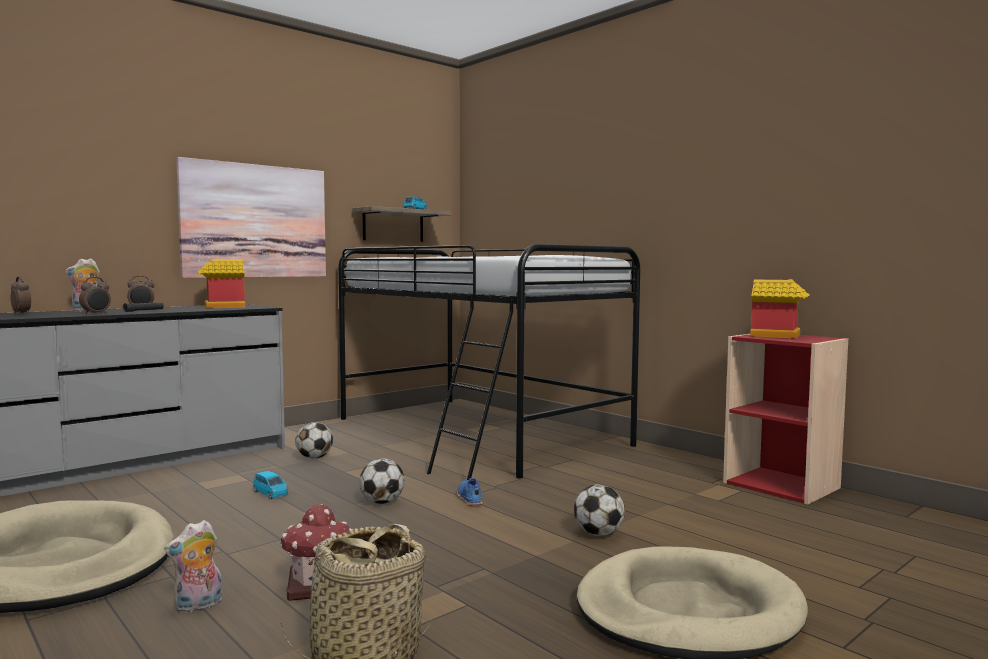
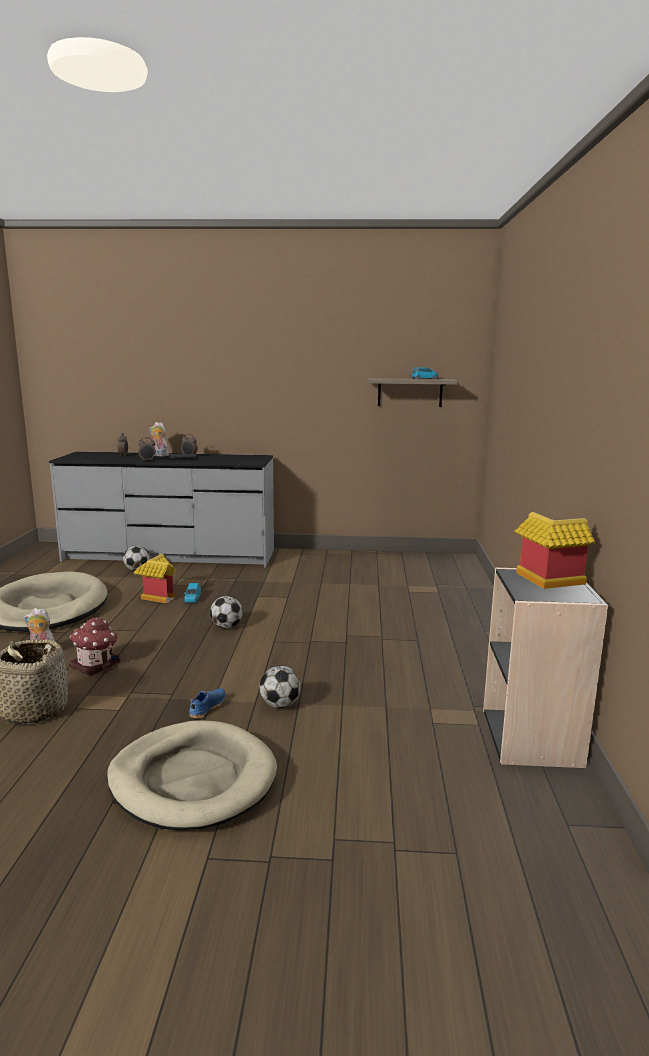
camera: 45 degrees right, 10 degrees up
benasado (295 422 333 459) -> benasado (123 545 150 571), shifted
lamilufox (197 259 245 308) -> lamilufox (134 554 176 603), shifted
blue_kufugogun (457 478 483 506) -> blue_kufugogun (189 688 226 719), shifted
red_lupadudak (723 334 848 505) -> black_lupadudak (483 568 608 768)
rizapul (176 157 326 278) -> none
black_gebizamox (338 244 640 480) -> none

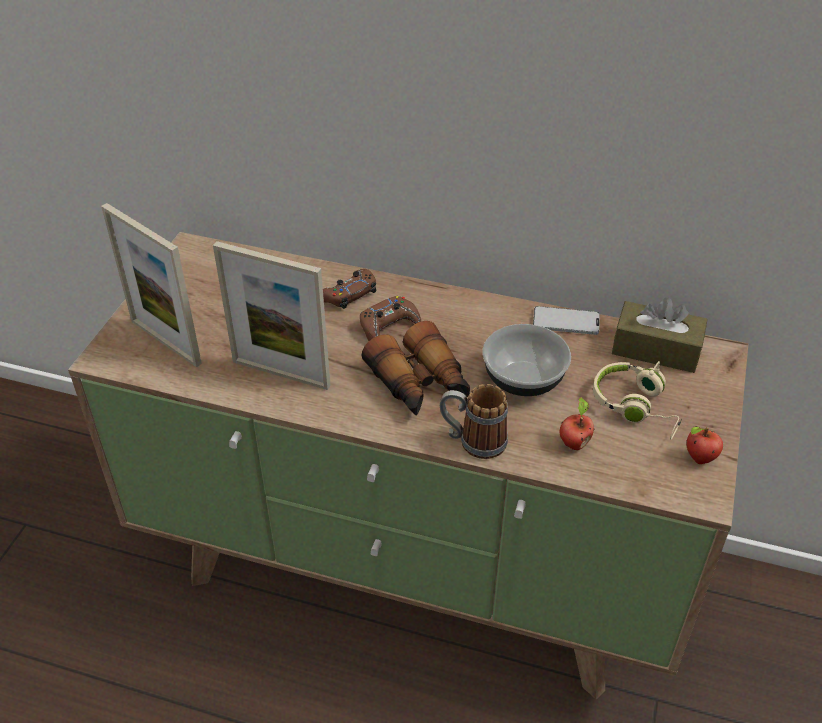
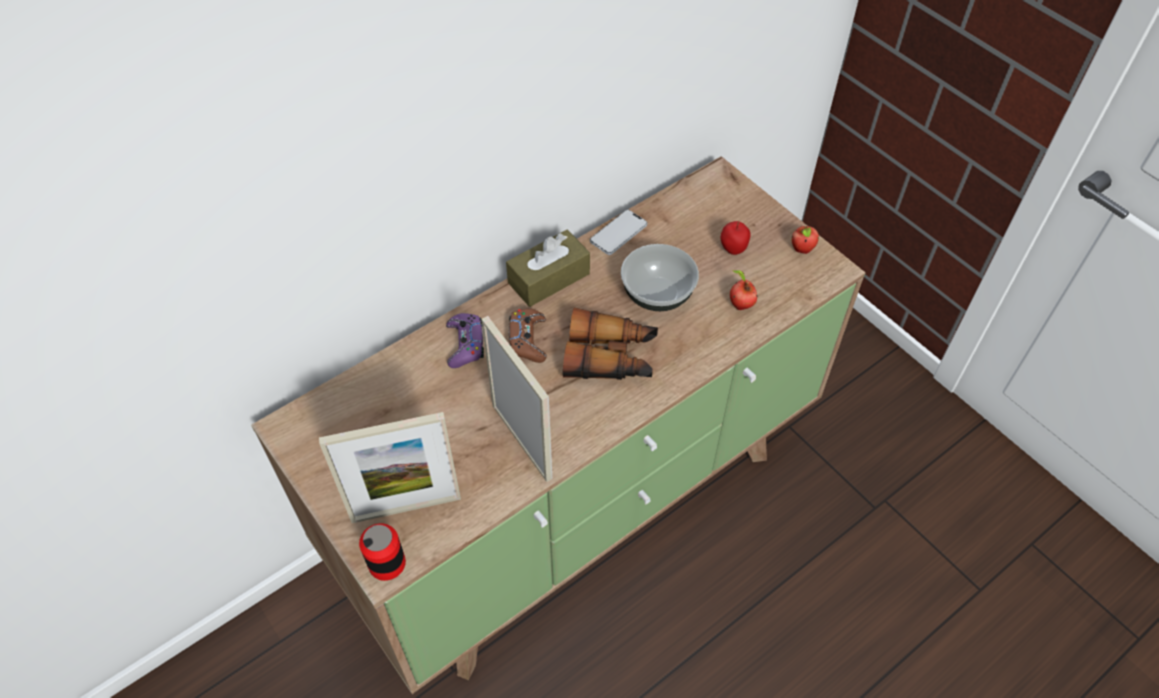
camera: 55 degrees left, 10 degrees up
none -> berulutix (359 523 406 581)
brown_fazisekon (323 269 376 309) -> purple_fazisekon (446 313 484 368)
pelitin (213 241 331 390) -> pelitin (482 316 552 482), 90 degrees counterclockwise
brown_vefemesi (612 297 708 373) -> brown_vefemesi (506 230 590 307), shifted
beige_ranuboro (593 361 682 440) -> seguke (721 221 751 255)
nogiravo (440 384 508 459) -> none

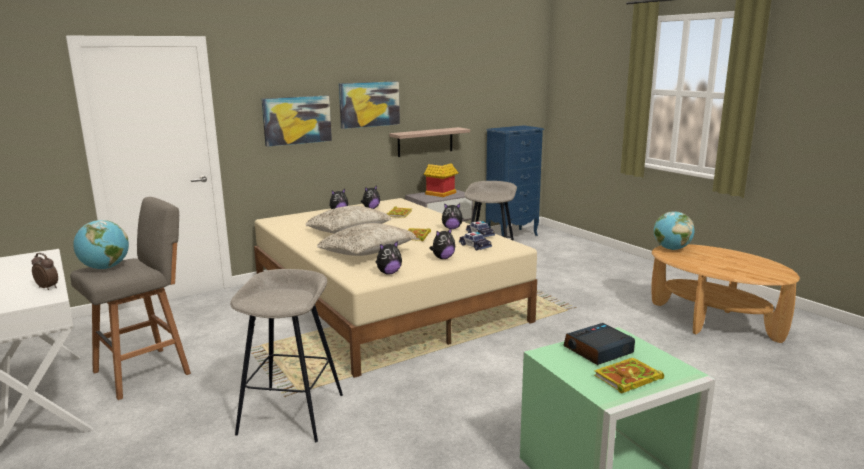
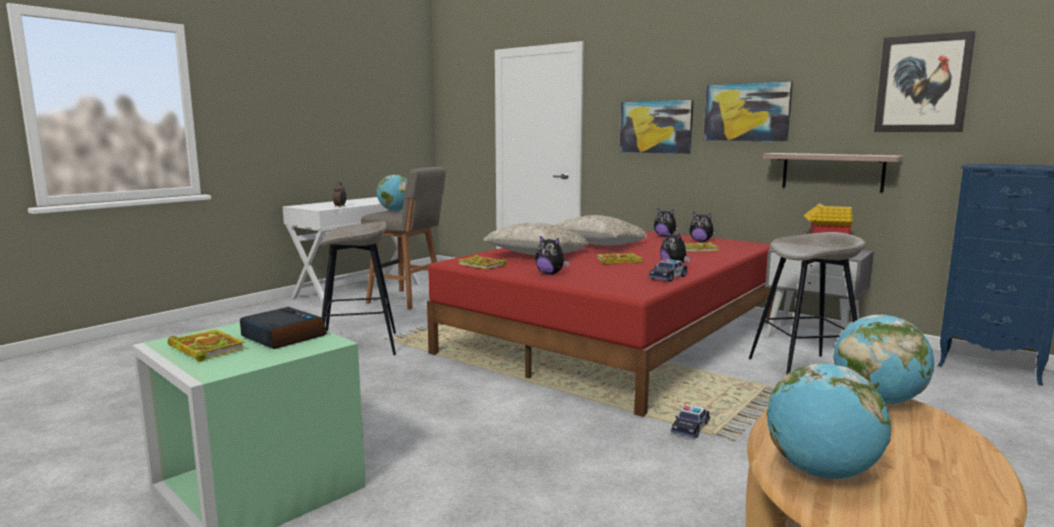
camera: 70 degrees right, 5 degrees down
beige_gebizamox (254 198 537 378) -> red_gebizamox (427 231 776 417)
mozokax (376 241 402 274) -> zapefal (458 255 507 269)
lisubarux (459 232 492 250) -> lisubarux (671 404 710 438), shifted
none -> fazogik (767 363 891 479)
none -> rizapul (874 31 976 132)

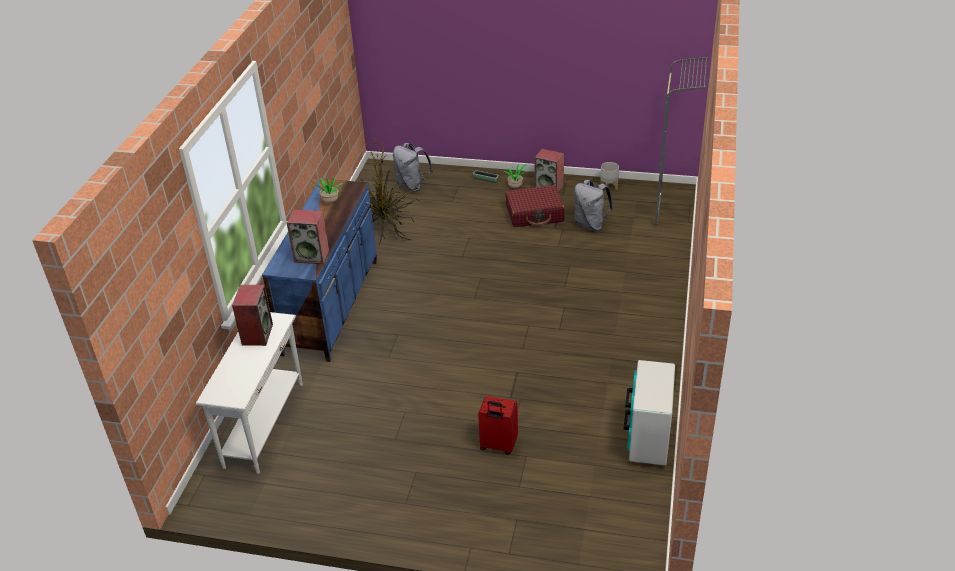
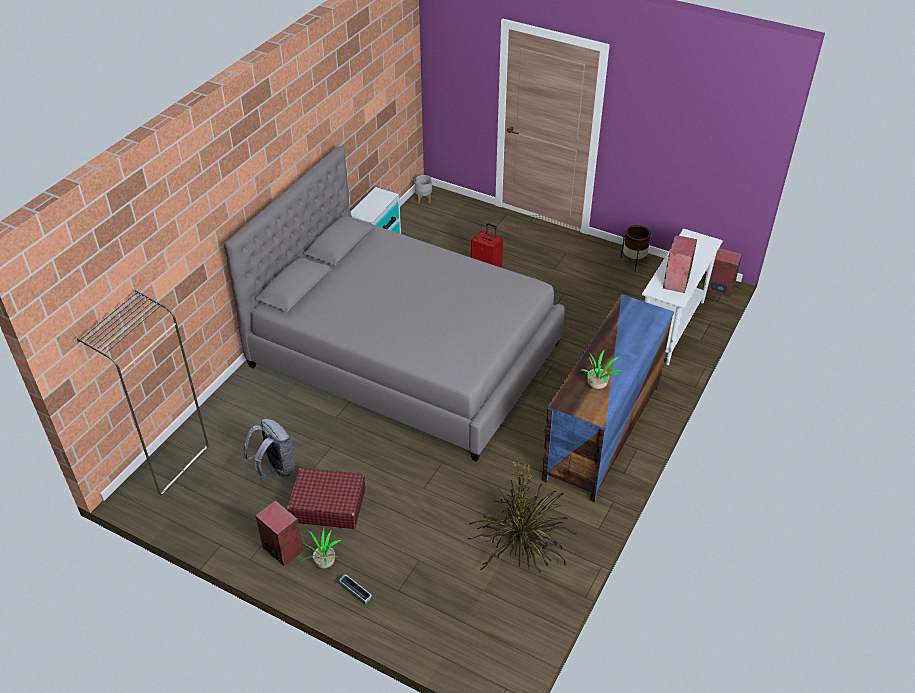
camera: 165 degrees left, 5 degrees up
none -> grey_gebizamox (224 146 565 462)
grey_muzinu (600 162 619 192) -> grey_muzinu (415 175 432 204), shifted
none -> brown_muzinu (621 225 651 271)
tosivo (287 210 329 264) -> tosivo (707 248 742 297), shifted
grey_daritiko (393 143 433 191) -> none

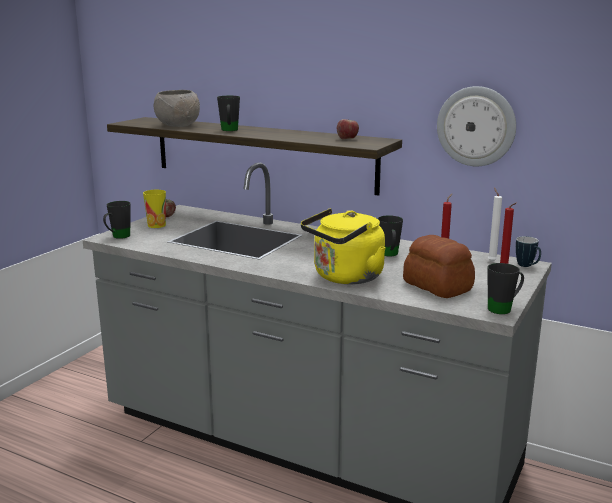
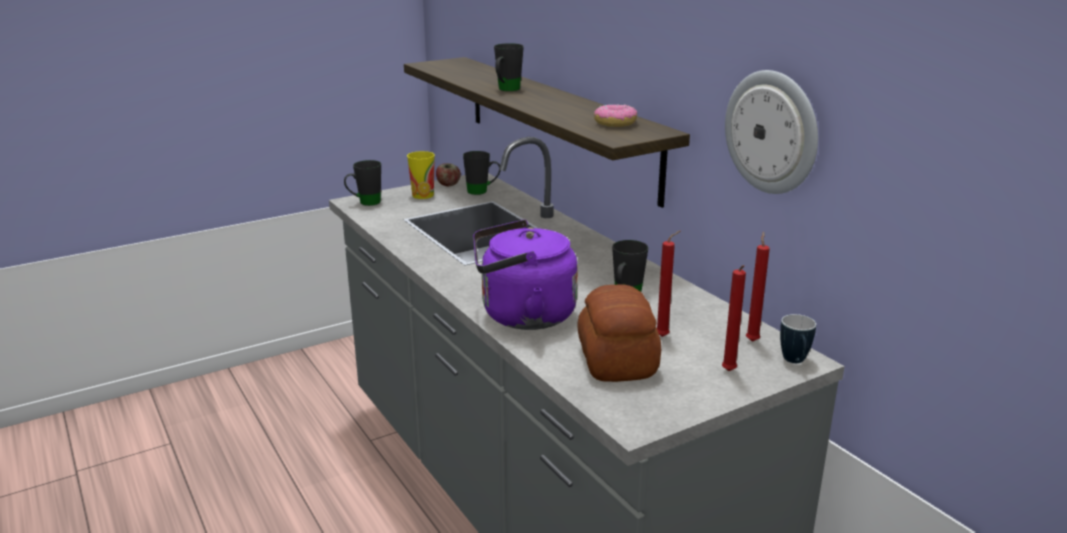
camera: 30 degrees right, 5 degrees up
black_nogiravo (488 263 524 314) -> black_nogiravo (463 151 501 195), shifted
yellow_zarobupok (301 208 386 285) -> purple_zarobupok (473 220 578 330)
seguke (337 119 359 139) -> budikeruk (594 105 638 127)
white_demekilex (488 187 502 262) -> red_demekilex (746 232 770 342)
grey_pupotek (153 90 200 127) -> none

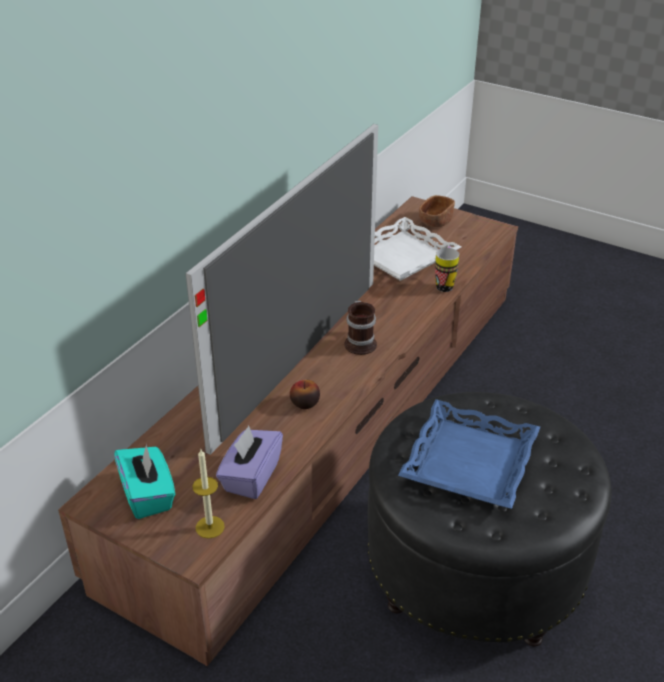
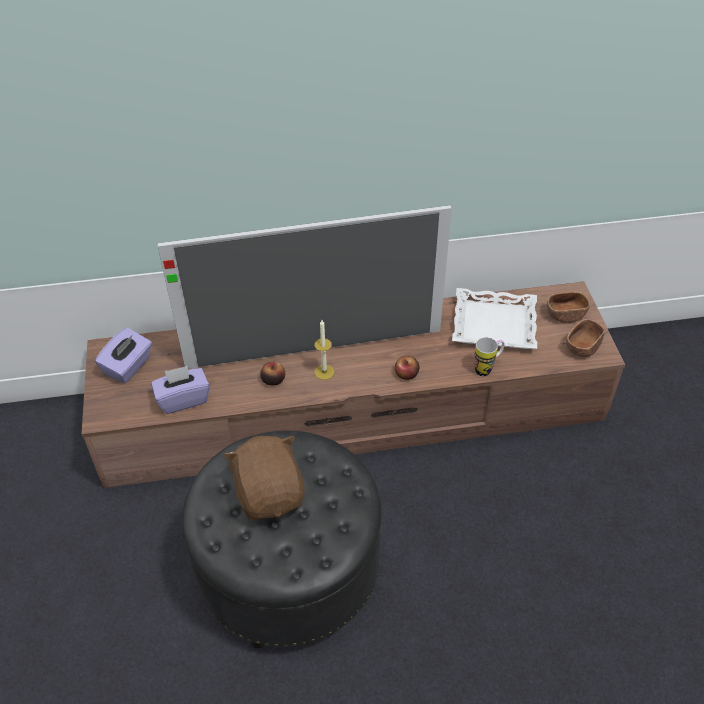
camera: 50 degrees right, 10 degrees up
turquoise_vefemesi (114 444 175 519) -> purple_vefemesi (95 327 152 383)
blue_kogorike (398 399 540 509) -> brown_mozokax (223 436 305 520)
demekilex (192 449 225 539) -> demekilex (314 320 334 380), shifted
none -> seguke (395 356 419 380)
none -> brown_pupotek (566 319 605 357)
nogiravo (344 301 377 355) -> none

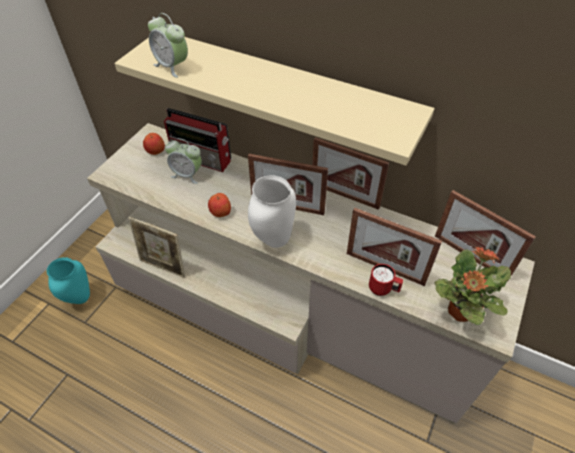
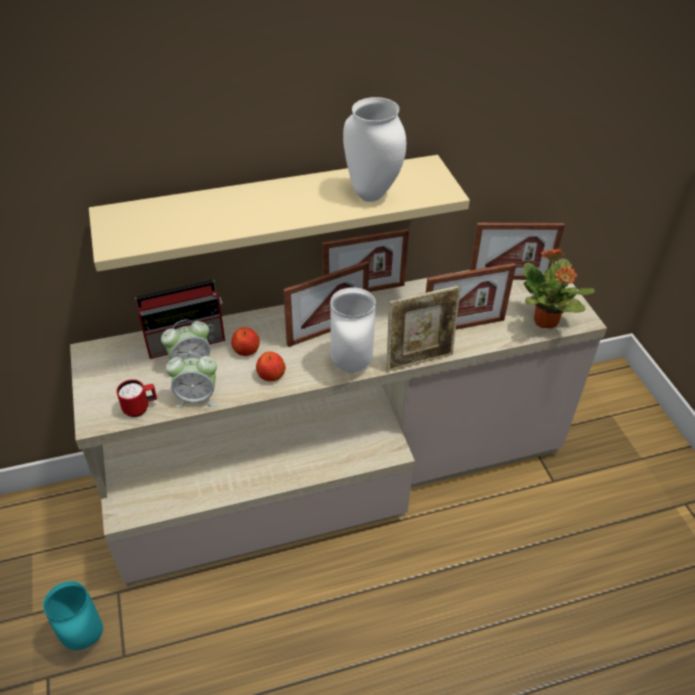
camera: 45 degrees left, 5 degrees down
red_nogiravo (369 264 403 296) -> red_nogiravo (116 379 157 417), shifted
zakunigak (148 13 188 78) -> zakunigak (166 353 217 408), shifted
seguke (143 133 165 155) -> seguke (231 327 260 356), shifted
none -> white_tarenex (343 97 406 202)
pelitin (128 217 185 278) -> pelitin (386 285 461 372), shifted

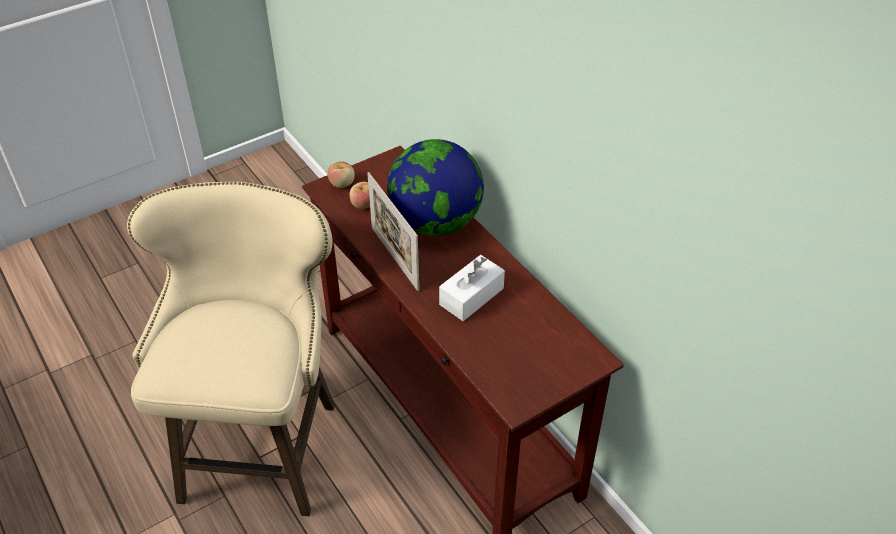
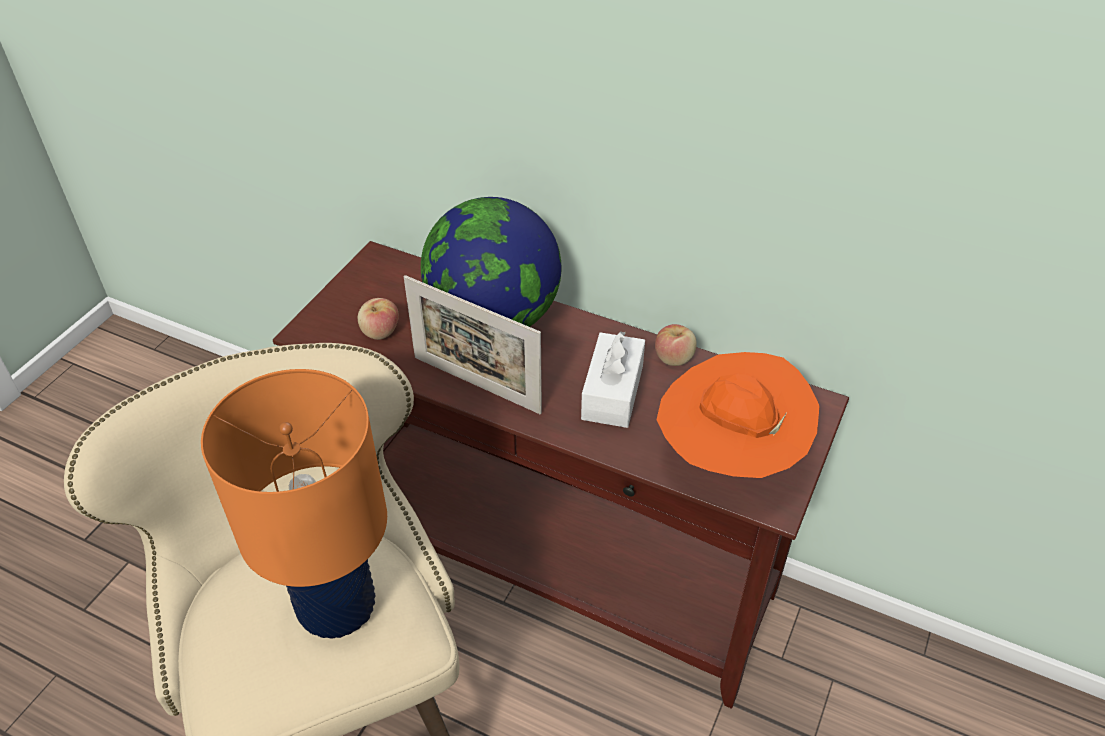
camera: 30 degrees left, 0 degrees up
none -> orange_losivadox (201 369 387 638)
seguke (327 162 355 188) -> seguke (655 324 697 366), shifted
none -> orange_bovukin (657 352 820 478)

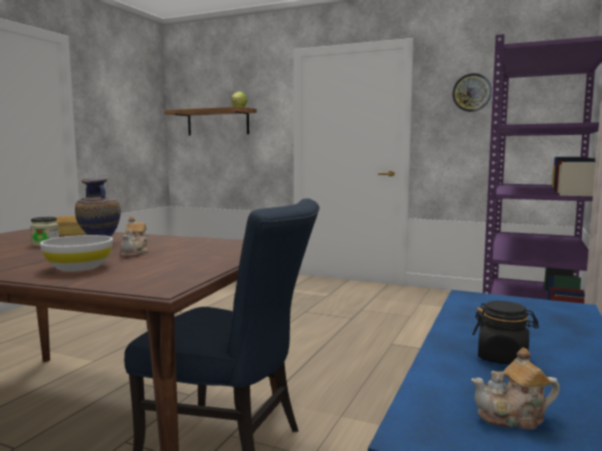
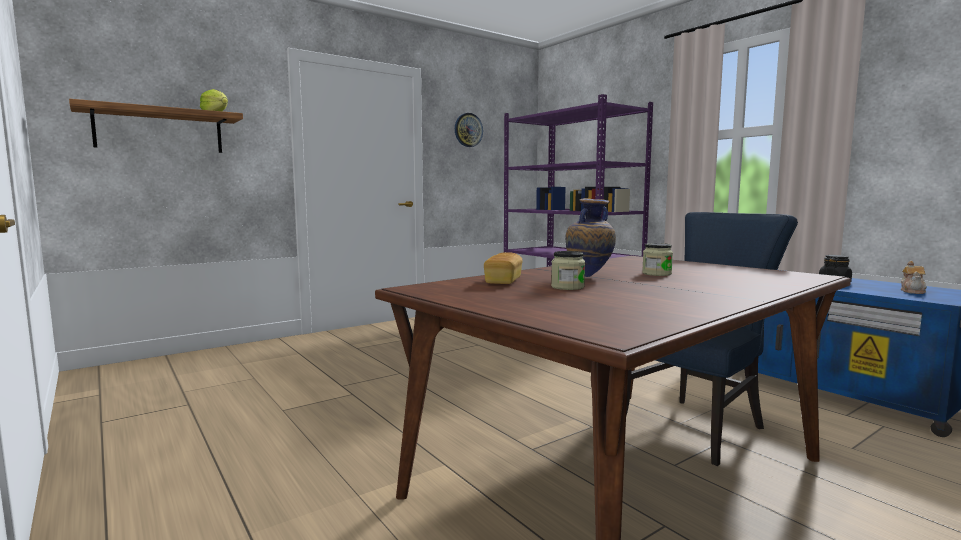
camera: 60 degrees left, 0 degrees up
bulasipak (120 216 149 257) -> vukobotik (642 243 673 276)
white_pupotek (40 235 113 271) -> none

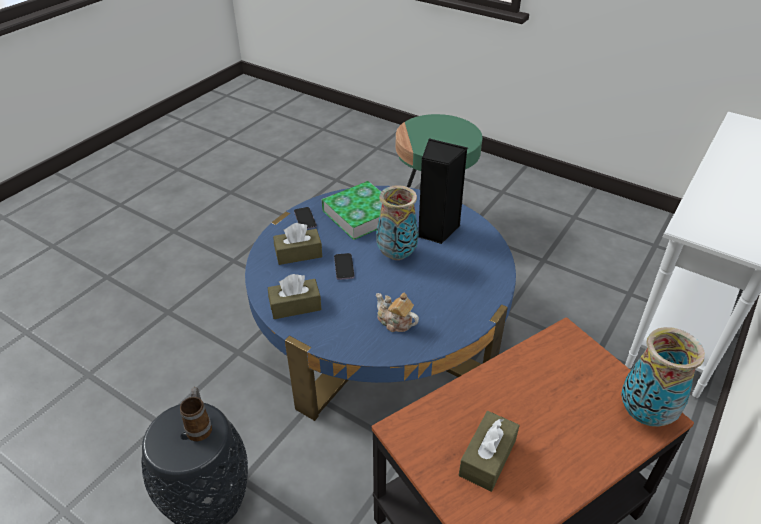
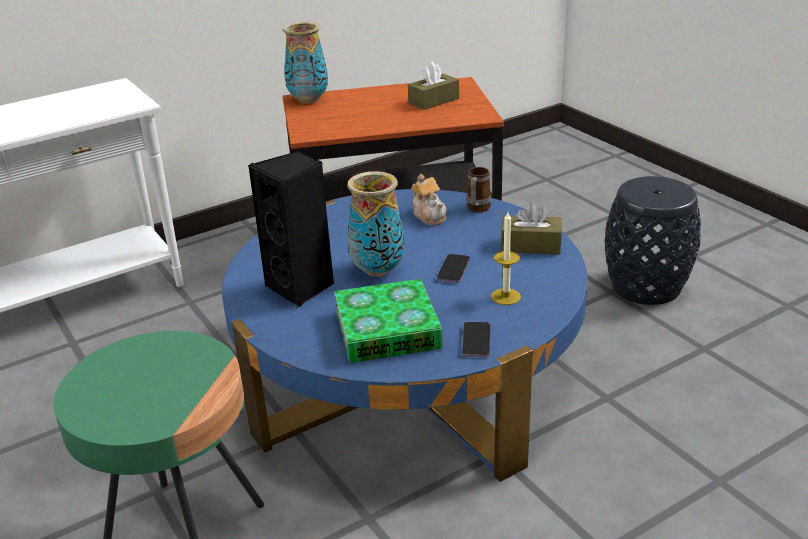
camera: 155 degrees left, 10 degrees down
nogiravo (180 387 212 441) -> nogiravo (467 167 491 212), shifted
brown_vefemesi (273 223 322 265) -> demekilex (491 212 521 305)

